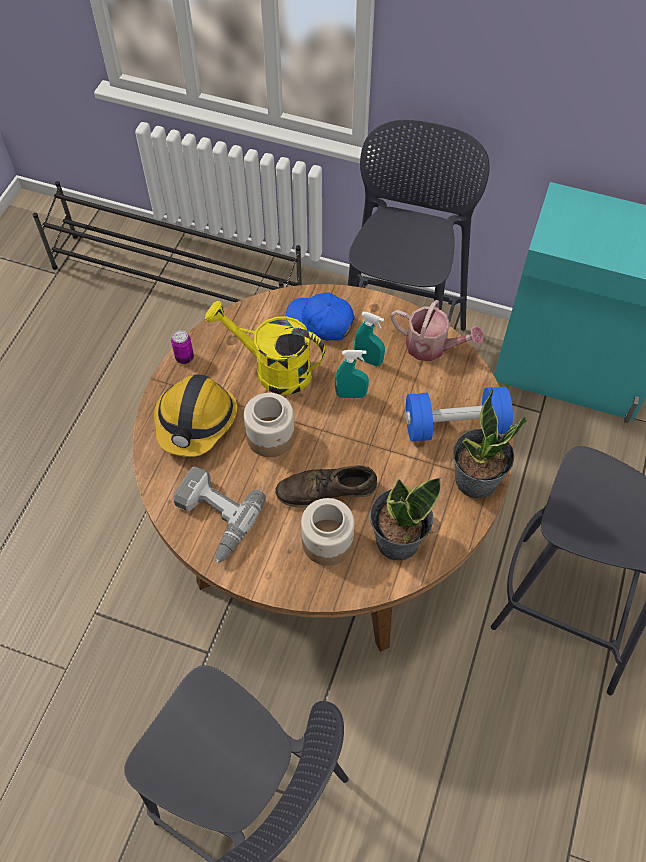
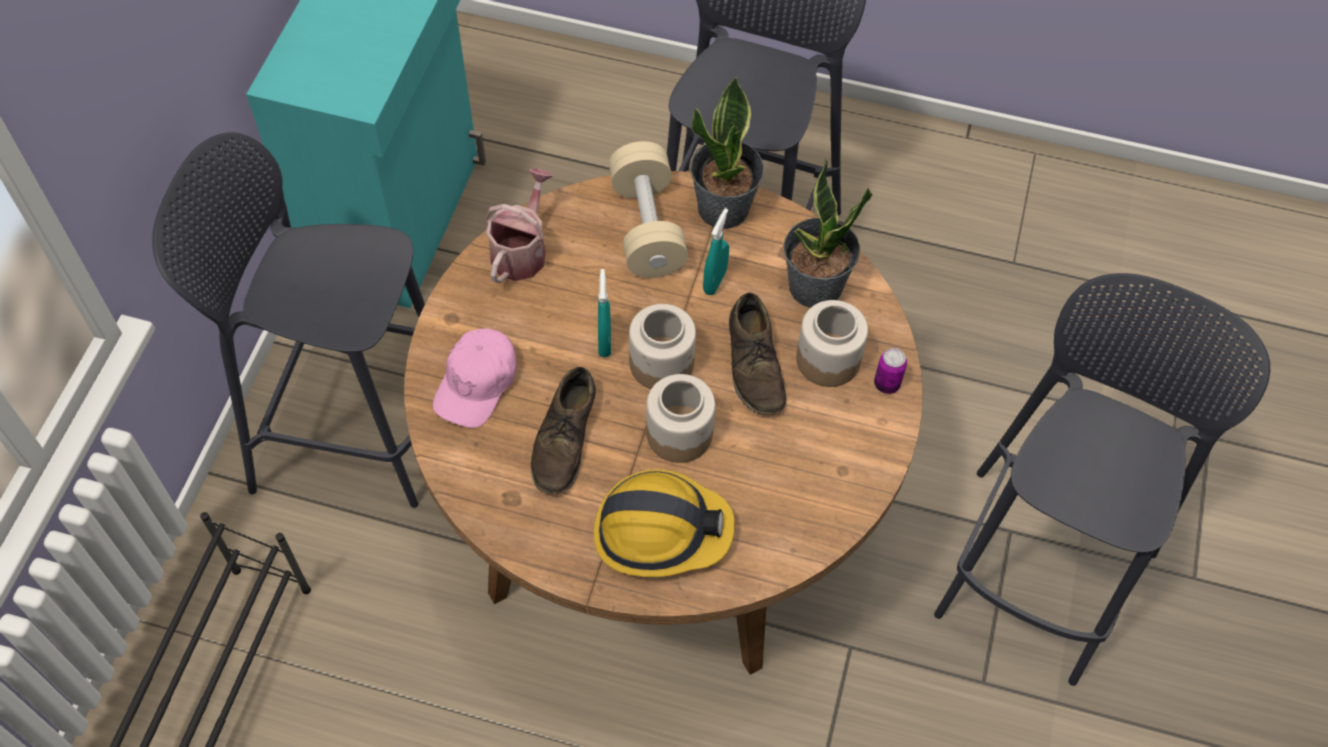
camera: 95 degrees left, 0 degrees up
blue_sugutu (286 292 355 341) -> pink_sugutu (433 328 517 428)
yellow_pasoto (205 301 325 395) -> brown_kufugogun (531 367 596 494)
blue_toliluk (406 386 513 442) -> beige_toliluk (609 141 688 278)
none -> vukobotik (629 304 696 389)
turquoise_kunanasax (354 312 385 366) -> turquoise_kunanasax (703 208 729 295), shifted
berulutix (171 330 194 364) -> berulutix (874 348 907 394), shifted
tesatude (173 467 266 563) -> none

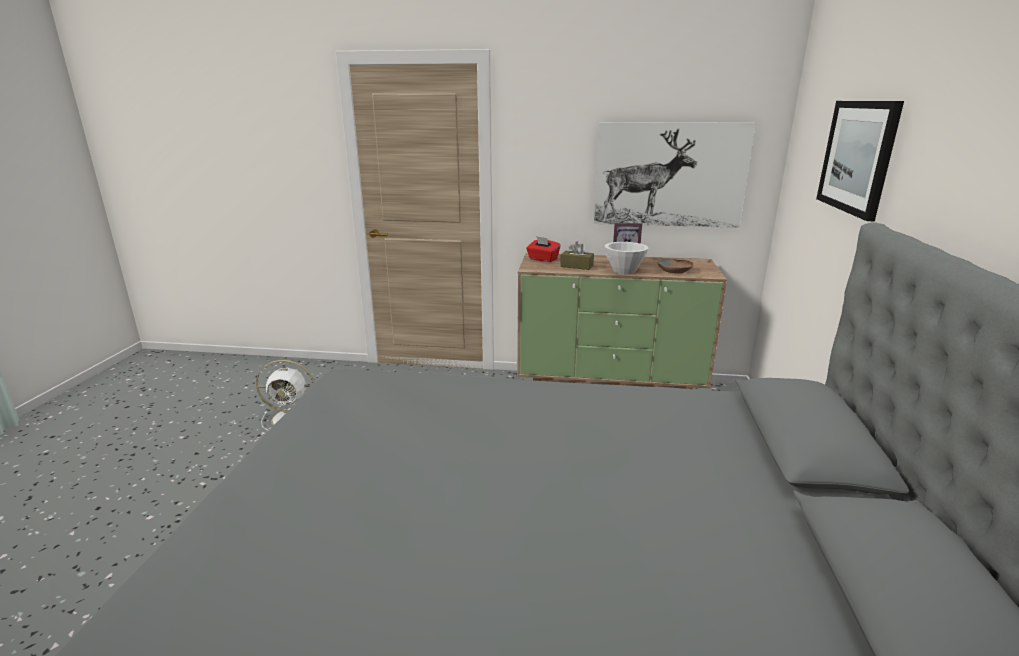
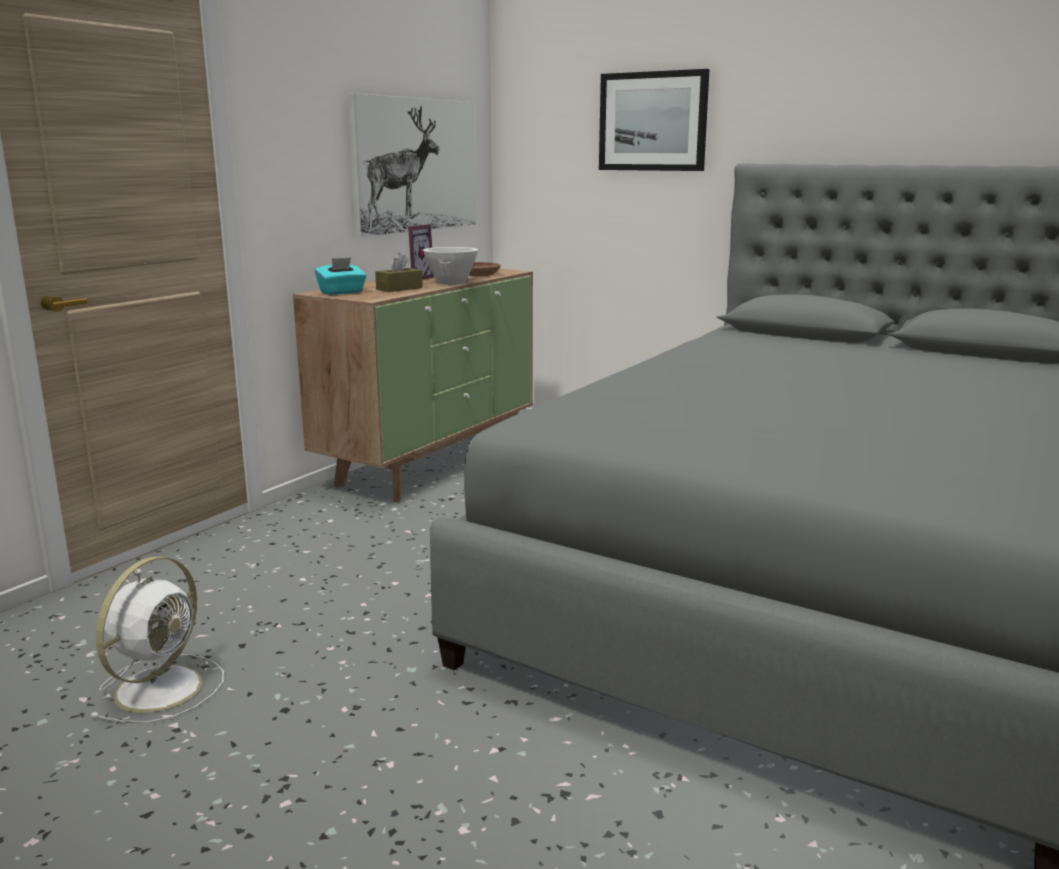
camera: 65 degrees left, 5 degrees down
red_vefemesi (526 236 561 262) -> turquoise_vefemesi (315 257 367 295)

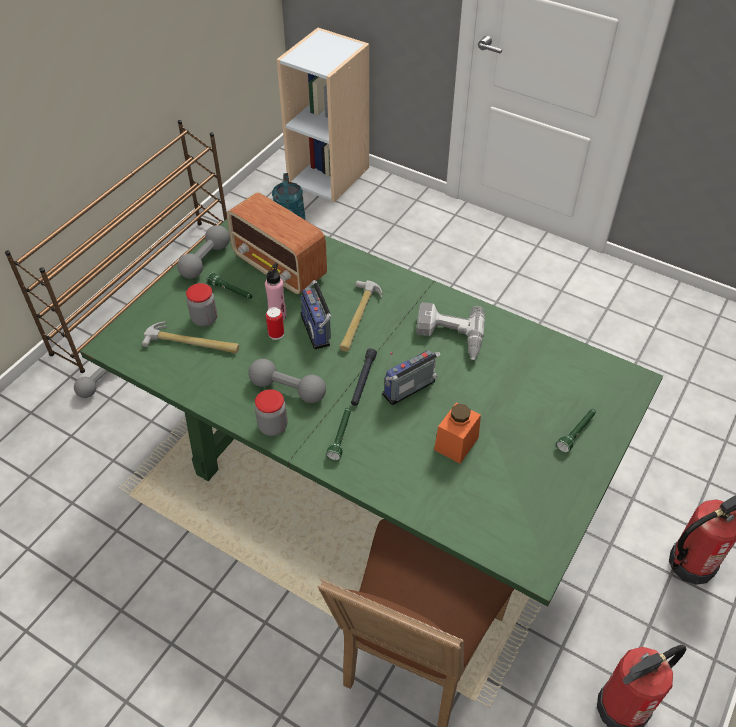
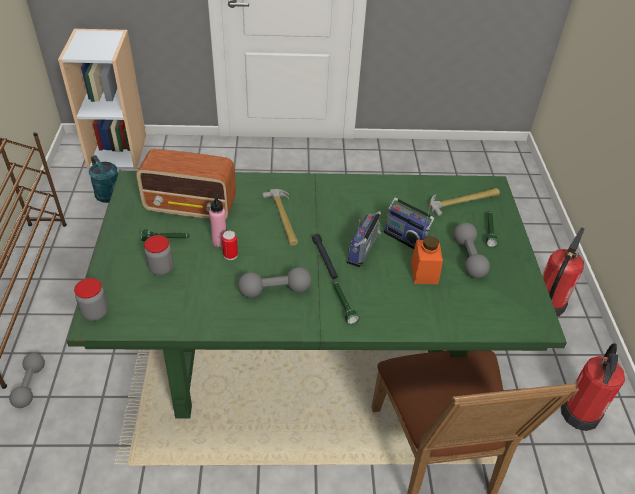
camera: 35 degrees left, 5 degrees down
vukobotik (255 389 288 436) -> vukobotik (74 278 108 321), shifted
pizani (300 280 331 350) -> pizani (384 198 435 249), shifted
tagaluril (142 322 239 354) -> tagaluril (430 188 500 216), shifted
grey_toliluk (177 225 230 279) -> grey_toliluk (454 222 490 278), shifted
tesatude (416 302 485 360) -> none

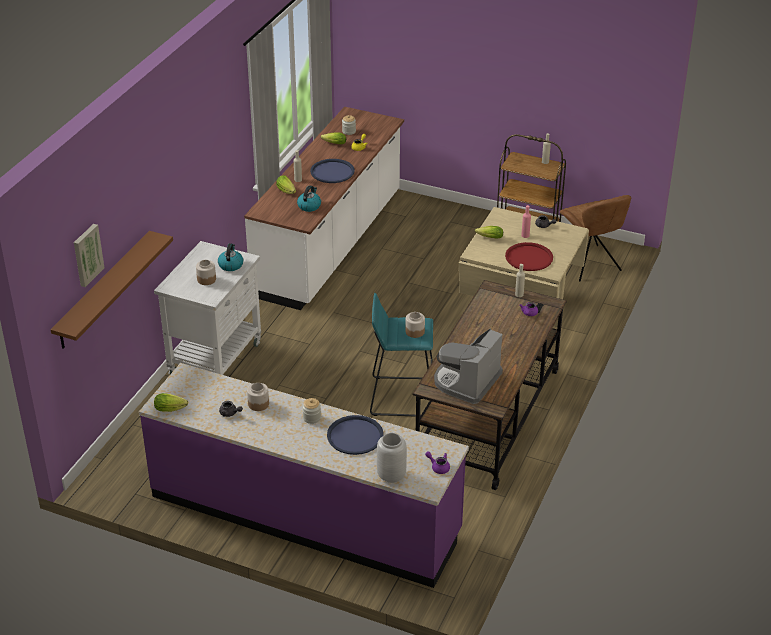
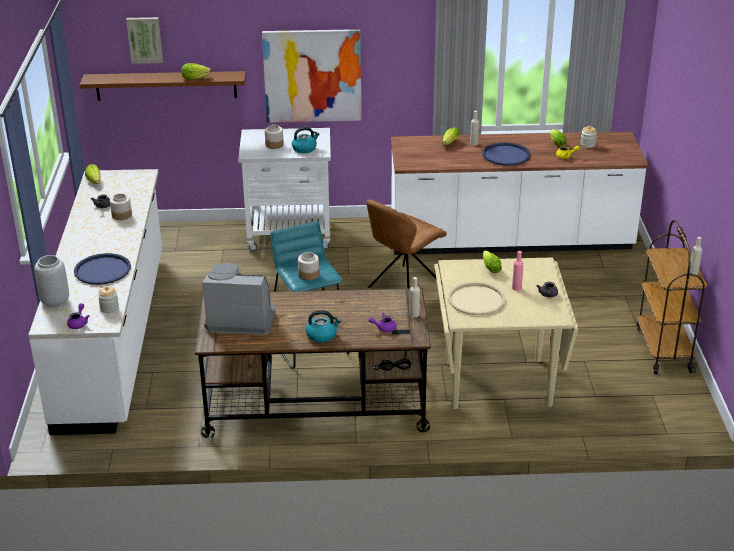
camera: 65 degrees right, 5 degrees down
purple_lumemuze (139 363 469 588) -> white_lumemuze (28 169 162 435)
vukobotik (302 398 321 424) -> vukobotik (98 286 119 313), shifted
none -> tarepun (181 63 211 79)
none -> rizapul (262 29 361 123)
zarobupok (297 185 321 212) -> zarobupok (306 310 341 343), shifted
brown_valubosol (560 195 631 281) -> brown_valubosol (366 199 447 288), shifted
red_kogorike (505 242 553 271) -> beige_kogorike (448 282 506 315)

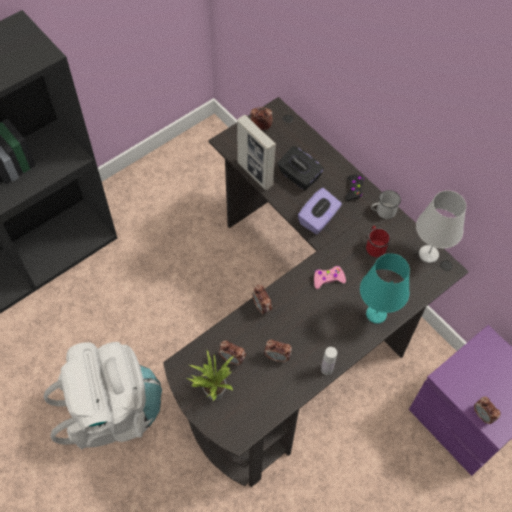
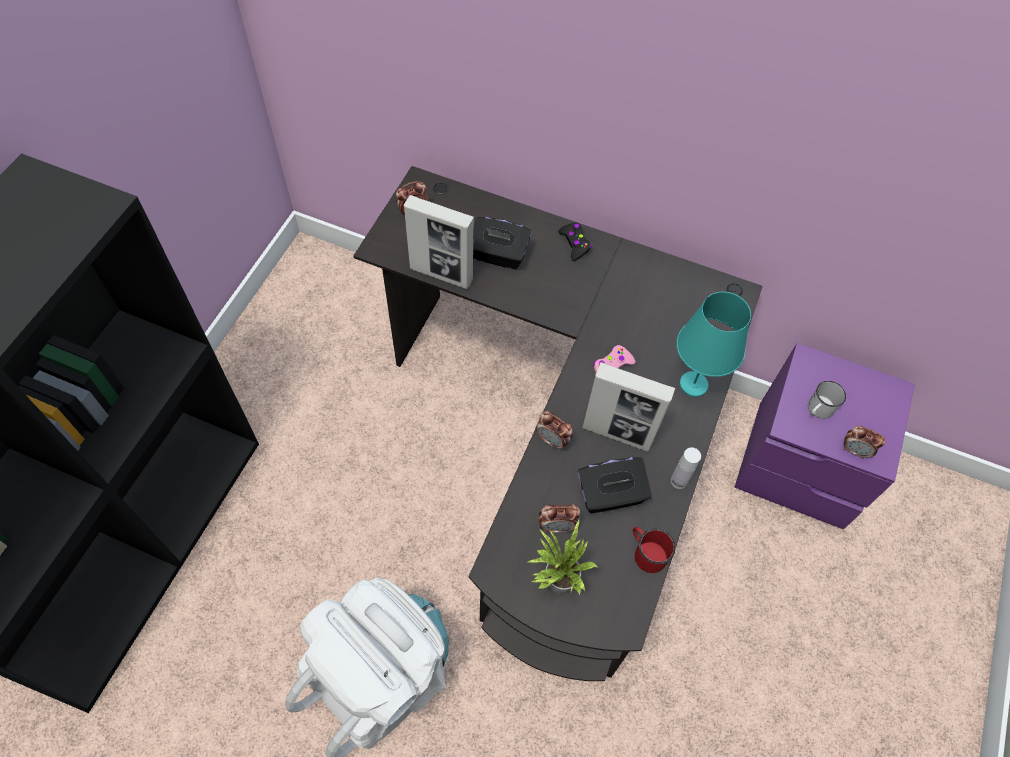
camera: 30 degrees left, 0 degrees up
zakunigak (264 339 292 362) -> black_vefemesi (577 457 652 513)
none -> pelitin (582 362 675 452)
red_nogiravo (366 226 391 257) -> red_nogiravo (633 527 676 573), shifted
white_nogiravo (371 190 401 219) -> white_nogiravo (808 381 846 419), shifted
purple_vefemesi (298 188 342 234) -> none
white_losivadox (416 190 466 263) -> none

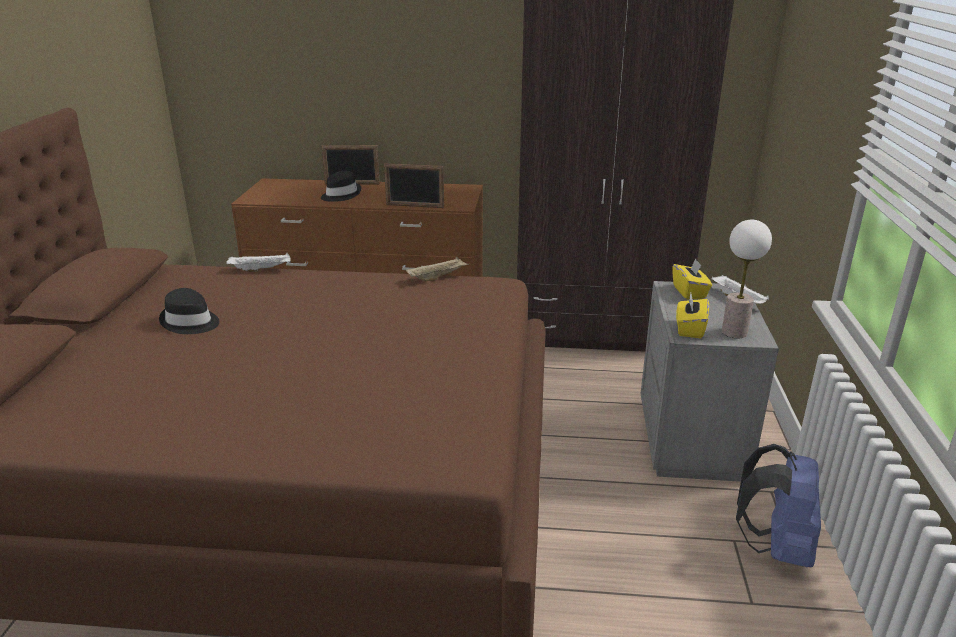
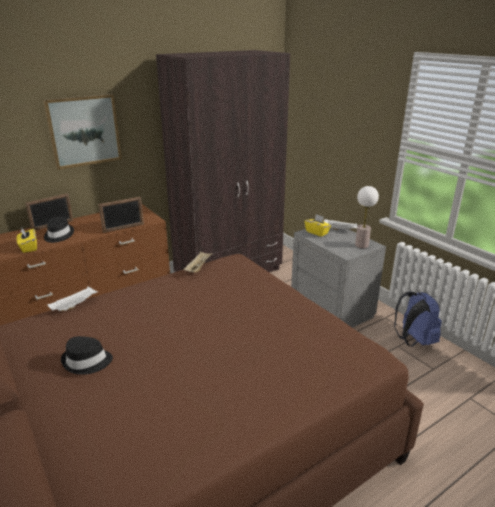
camera: 40 degrees left, 0 degrees up
yellow_vefemesi (676 293 709 338) -> yellow_vefemesi (17 228 37 253), shifted
none -> rizapul (43 94 122 170)

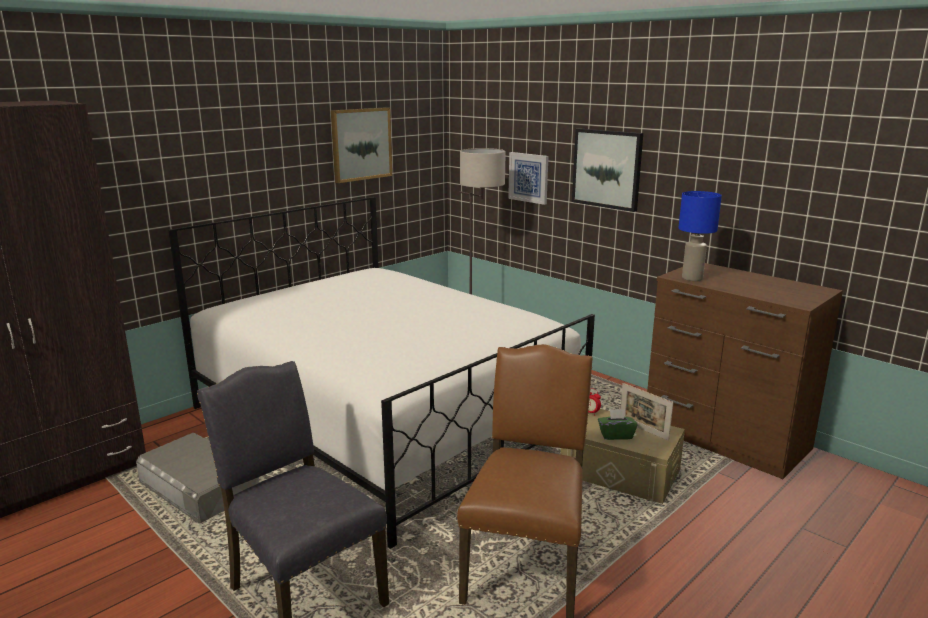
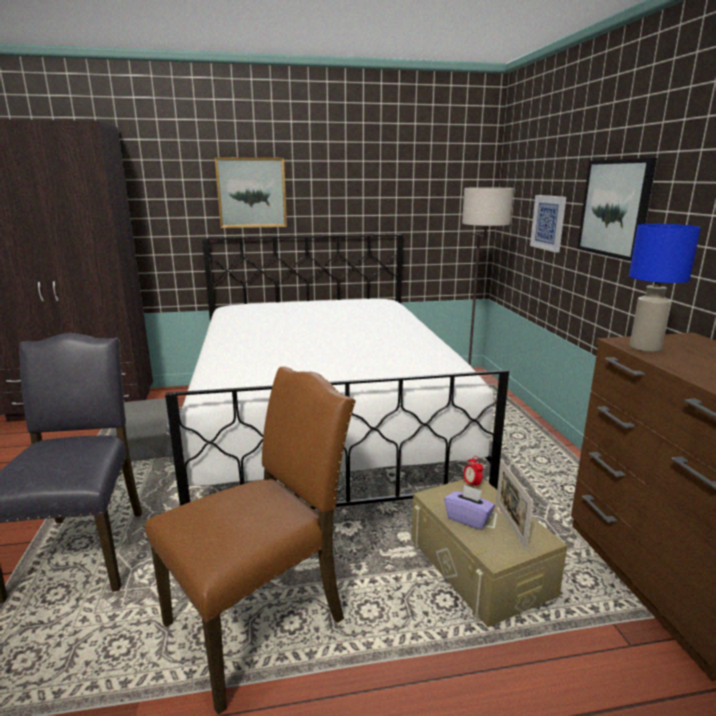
camera: 35 degrees right, 0 degrees up
rizapul (331 107 392 183) -> rizapul (215 157 287 228), shifted
green_vefemesi (598 409 638 440) -> purple_vefemesi (444 484 495 530)

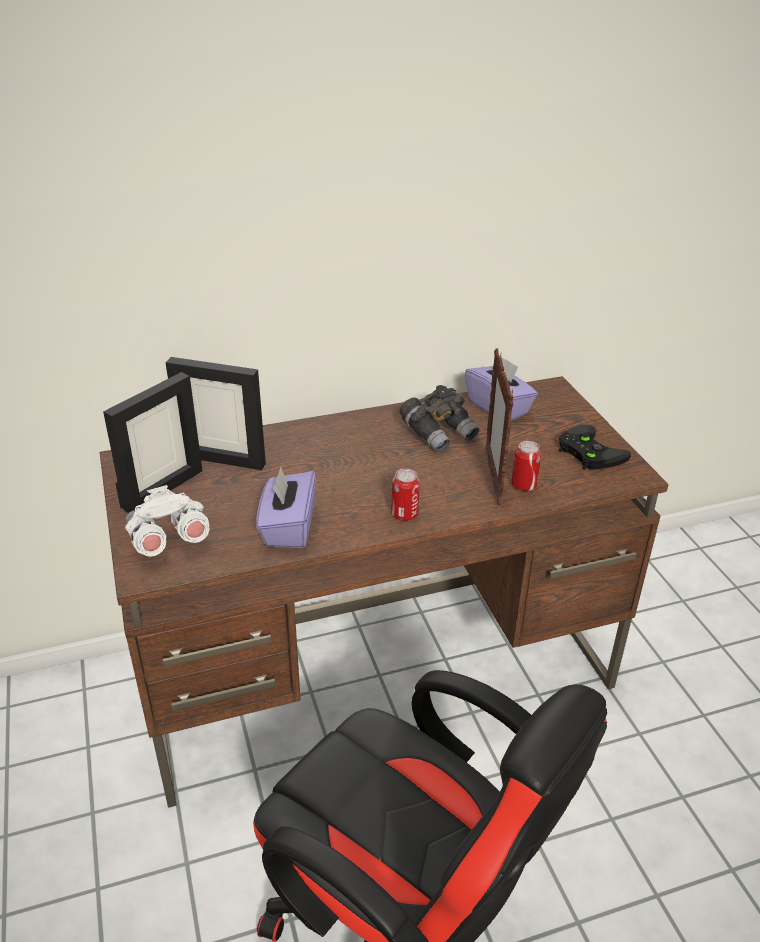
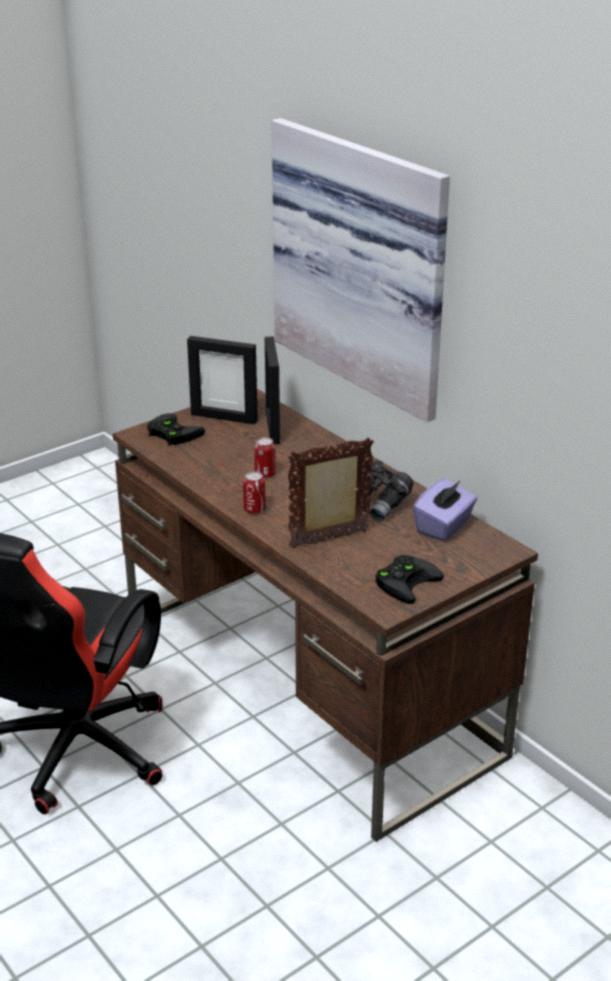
camera: 70 degrees right, 5 degrees down
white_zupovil (125 485 210 556) -> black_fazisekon (147 413 205 446)
berulutix (511 441 541 491) -> berulutix (254 437 276 478), shifted
none -> rizapul (272 118 450 422)
purple_vefemesi (256 467 316 548) -> none

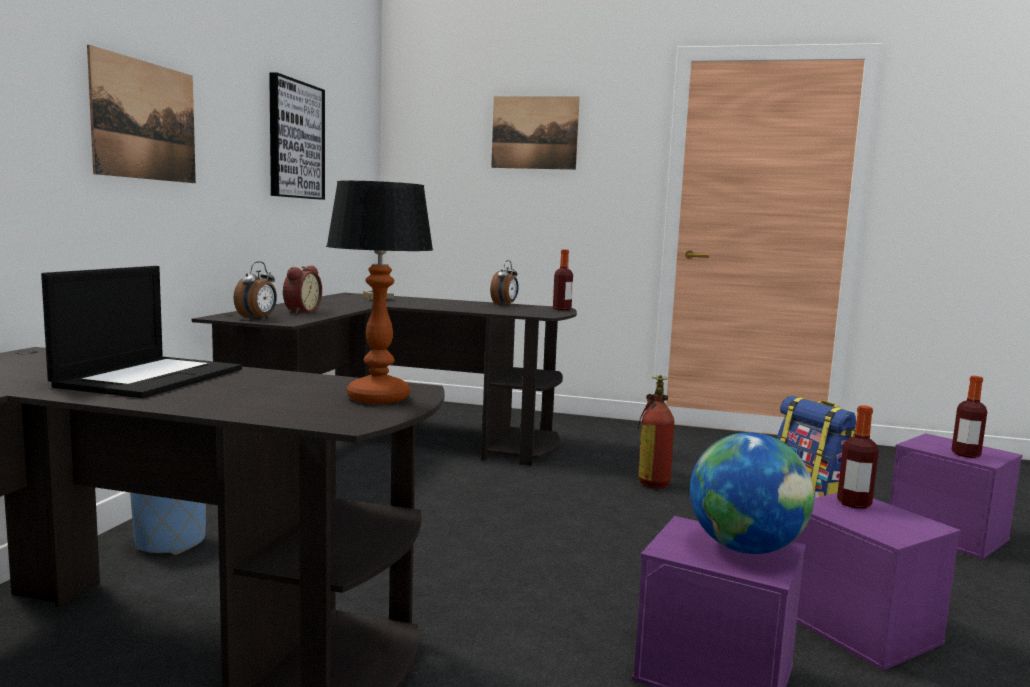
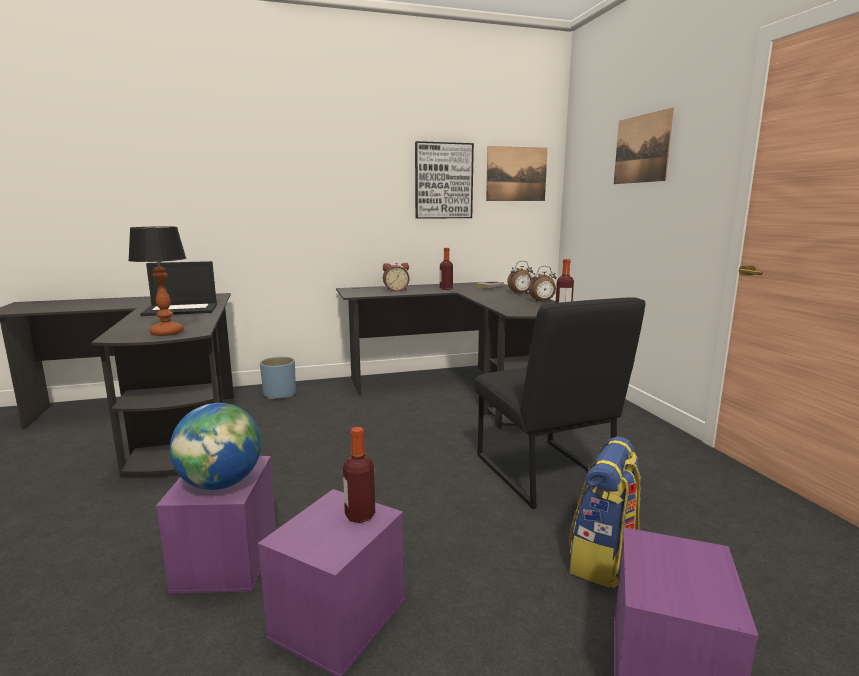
camera: 60 degrees right, 5 degrees up
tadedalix (951 376 987 458) -> tadedalix (440 248 453 290), shifted
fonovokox (638 375 674 488) -> black_valubosol (475 297 645 509)
rizapul (87 45 196 183) -> rizapul (486 146 548 201), shifted
zakunigak (234 261 277 320) -> zakunigak (507 261 533 294), shifted

